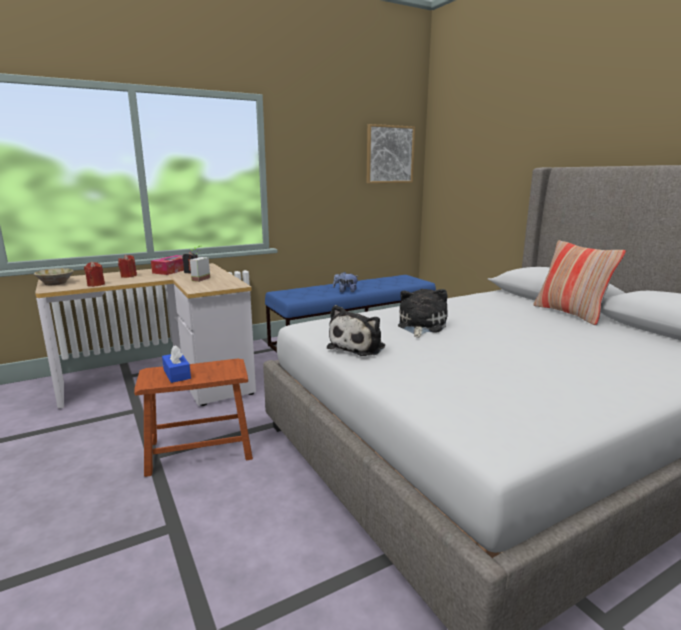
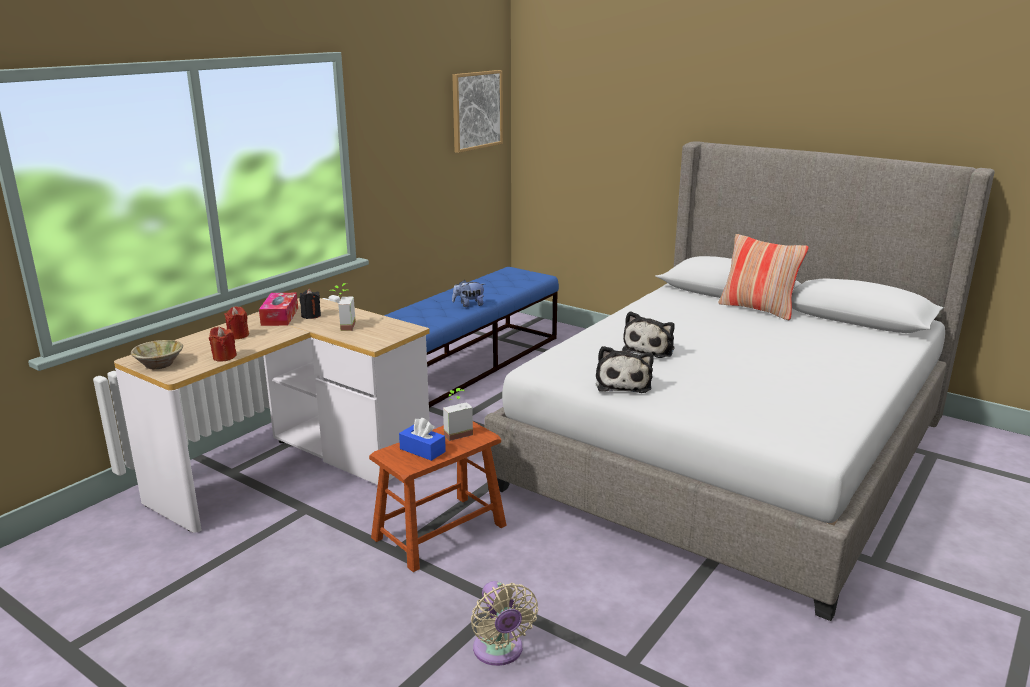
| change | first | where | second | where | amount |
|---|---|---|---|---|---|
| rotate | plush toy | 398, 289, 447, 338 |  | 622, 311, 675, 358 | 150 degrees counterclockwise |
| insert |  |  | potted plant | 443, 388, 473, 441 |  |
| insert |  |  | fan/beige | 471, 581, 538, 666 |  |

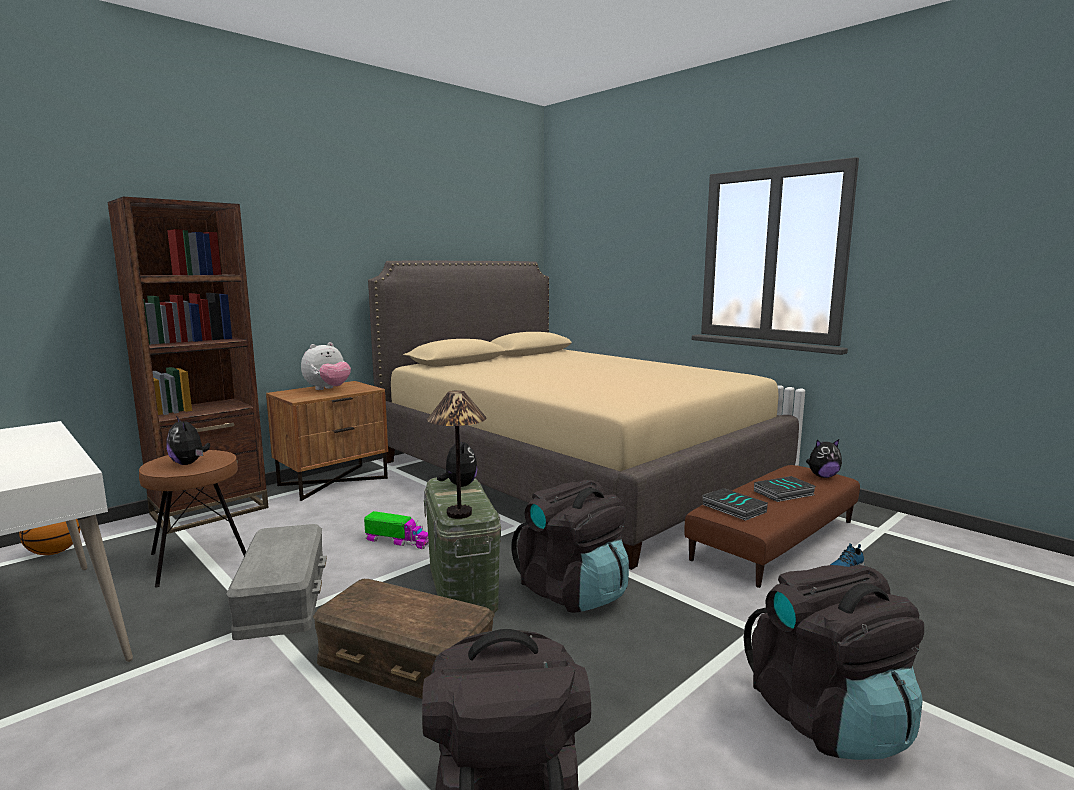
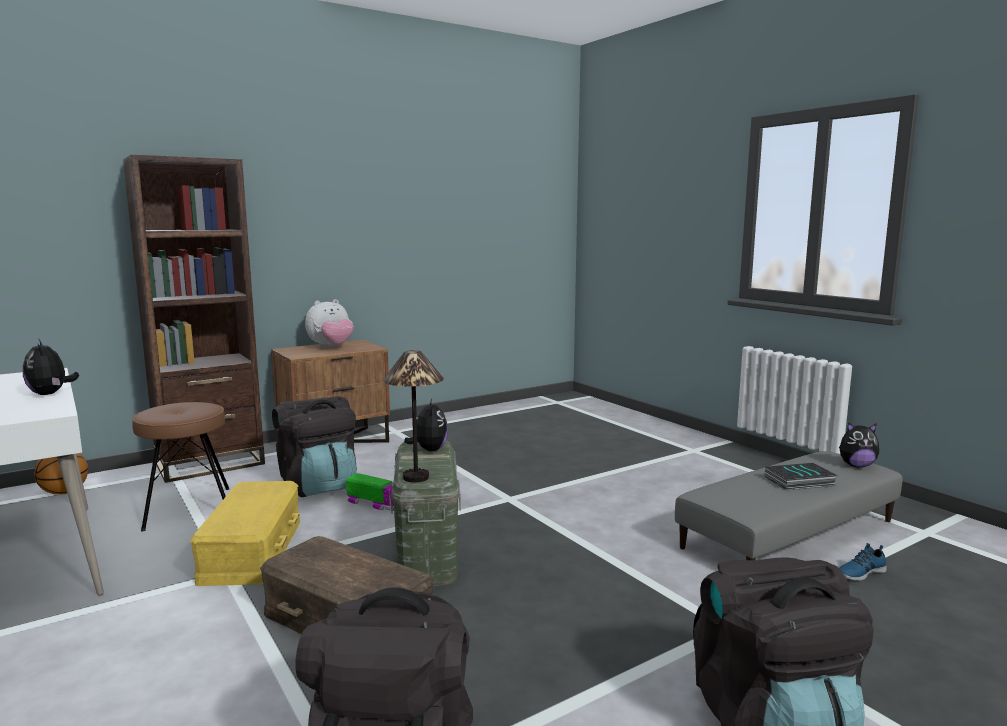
| change | first | where | second | where | amount |
|---|---|---|---|---|---|
| move | plush toy | 166, 416, 210, 465 |  | 23, 340, 79, 395 |  |
| recolor | storage box/grey | 226, 524, 327, 640 | storage box/yellow | 190, 481, 300, 586 |  |
| delete | bed/beige | 368, 260, 799, 570 |  |  |  |
| move | backpack/black | 511, 480, 629, 613 |  | 272, 396, 357, 497 |  |
| recolor | ottoman/brown | 684, 465, 860, 588 | ottoman/grey | 675, 451, 903, 560 |  |
| delete | book | 702, 488, 768, 521 |  |  |  |

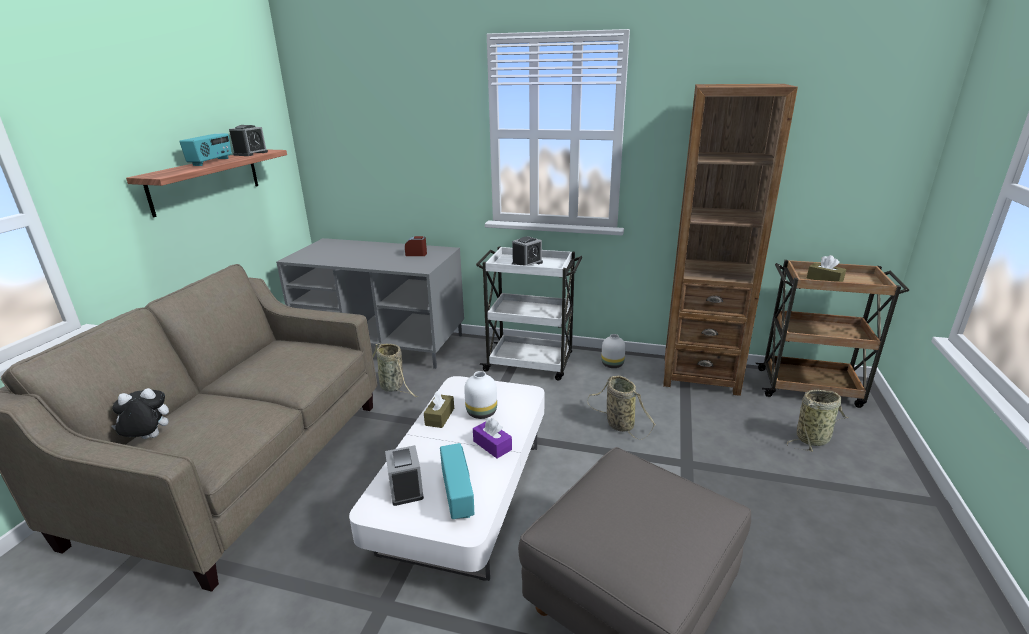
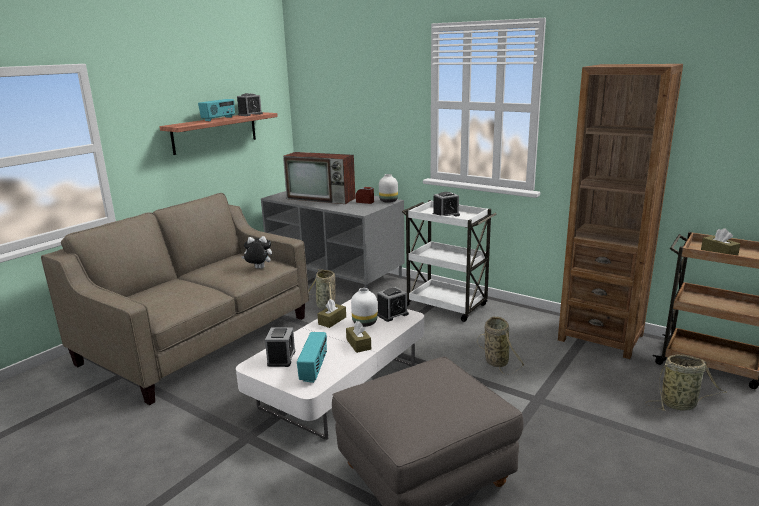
| change | first | where | second | where | amount |
|---|---|---|---|---|---|
| move | plush toy | 112, 388, 169, 439 |  | 241, 236, 272, 269 |  |
| recolor | tissue box/purple | 473, 418, 512, 458 | tissue box/brown | 346, 321, 371, 353 |  |
| move | vase/white | 601, 334, 626, 368 |  | 379, 174, 398, 203 |  |
| insert |  |  | television | 283, 152, 356, 204 |  |
| insert |  |  | alarm clock | 377, 287, 409, 322 |  |

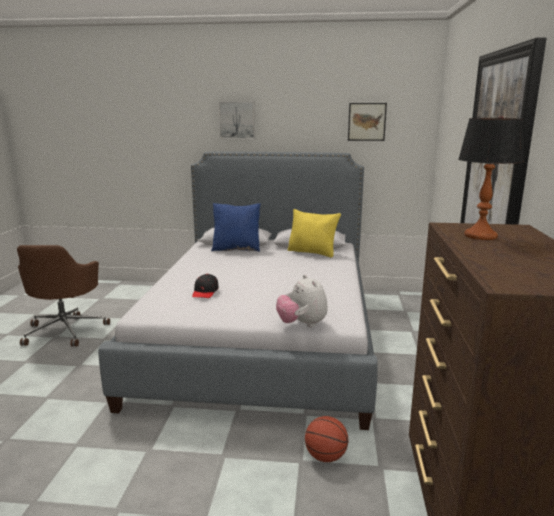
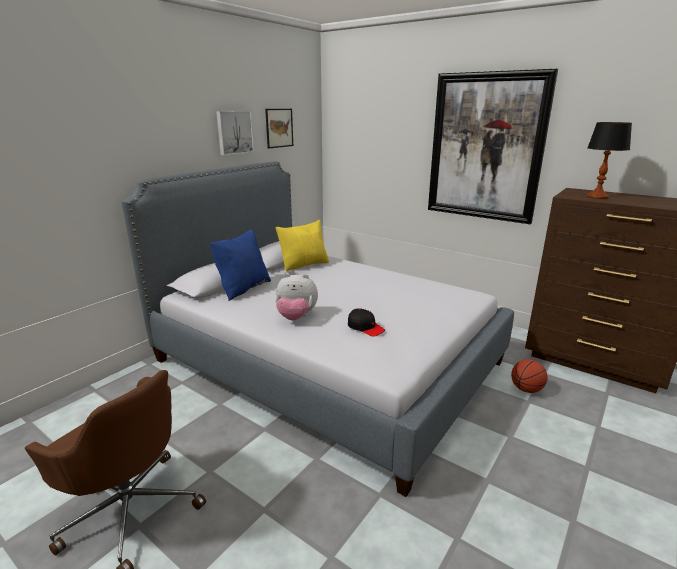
| change | first | where | second | where | amount |
|---|---|---|---|---|---|
| move | picture | 218, 102, 255, 139 |  | 216, 111, 254, 156 |  |
| move | plush toy | 276, 274, 328, 327 |  | 276, 273, 318, 320 |  |

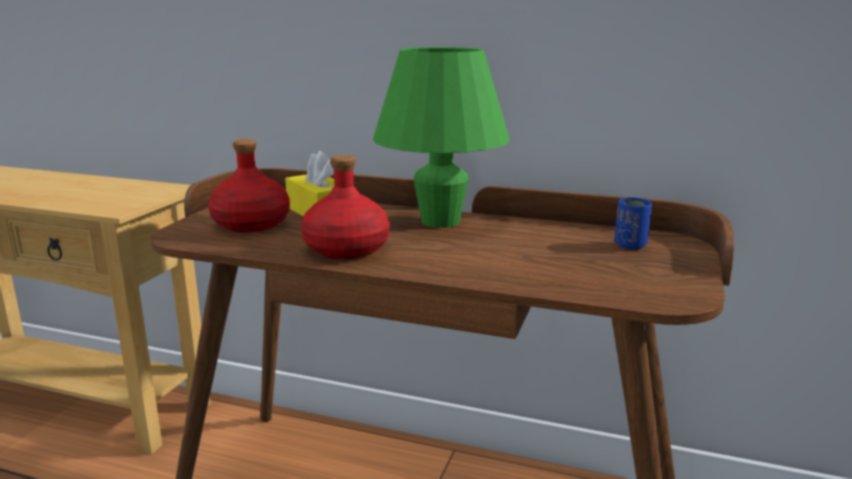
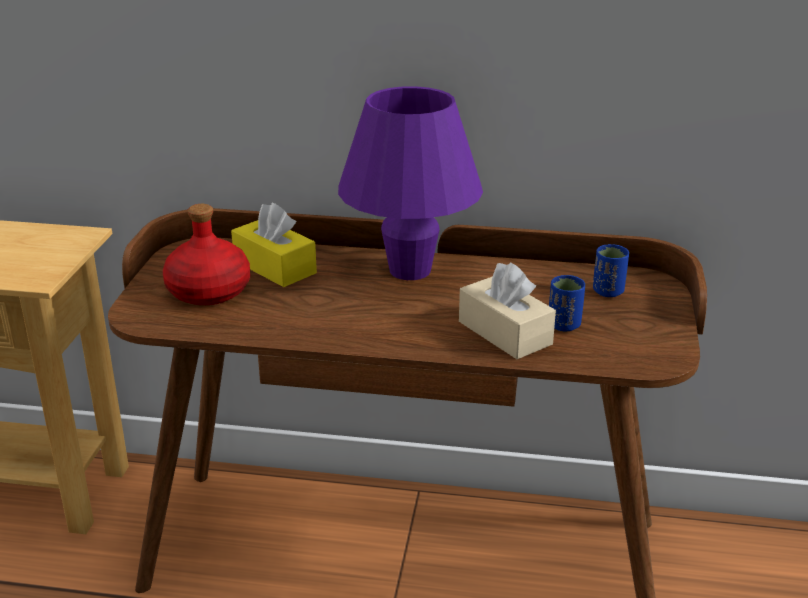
| change | first | where | second | where | amount |
|---|---|---|---|---|---|
| delete | bottle/red | 301, 155, 390, 259 |  |  |  |
| recolor | table lamp/green | 373, 47, 509, 228 | table lamp/purple | 338, 86, 483, 280 |  |
| insert |  |  | tissue box/beige | 459, 263, 556, 359 |  |
| insert |  |  | cup/blue | 549, 275, 585, 331 |  |

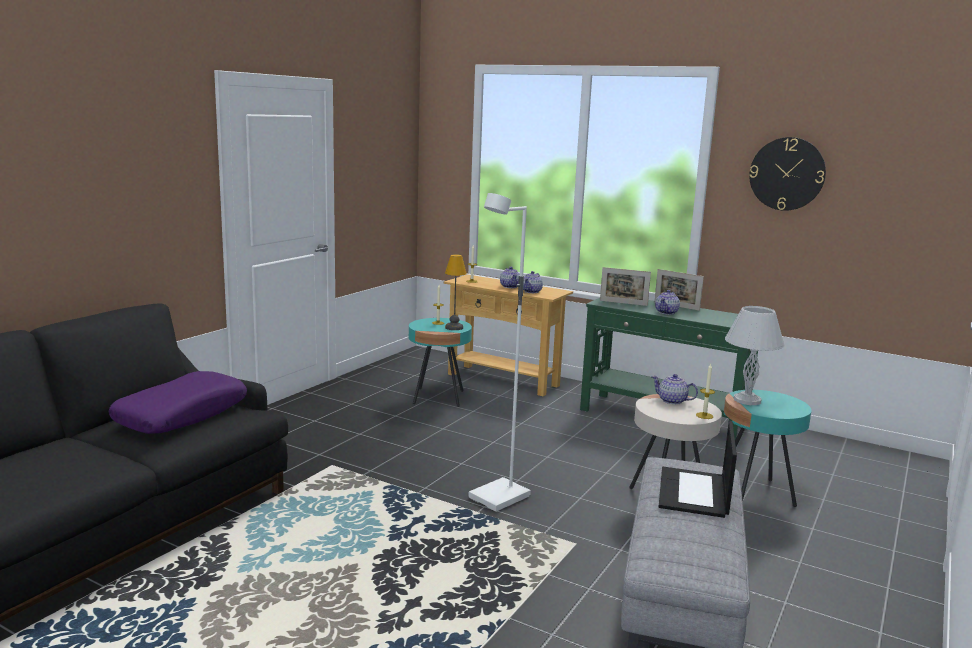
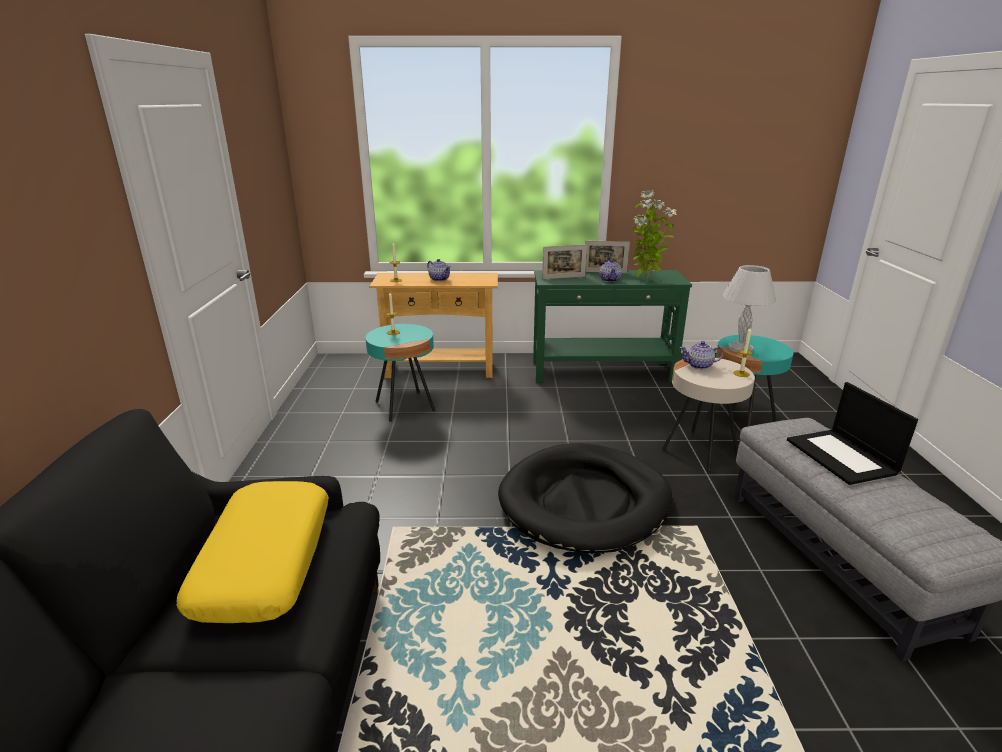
| change | first | where | second | where | amount |
|---|---|---|---|---|---|
| recolor | pillow/purple | 109, 371, 247, 434 | pillow/yellow | 176, 481, 329, 623 |  |
| delete | table lamp | 445, 254, 467, 330 |  |  |  |
| replace | floor lamp/white | 469, 193, 531, 512 | dog bed/black | 498, 443, 672, 553 |  |
| delete | teapot | 523, 271, 543, 293 |  |  |  |
| delete | wall clock | 749, 137, 826, 211 |  |  |  |
| insert |  |  | potted plant | 632, 190, 677, 279 |  |

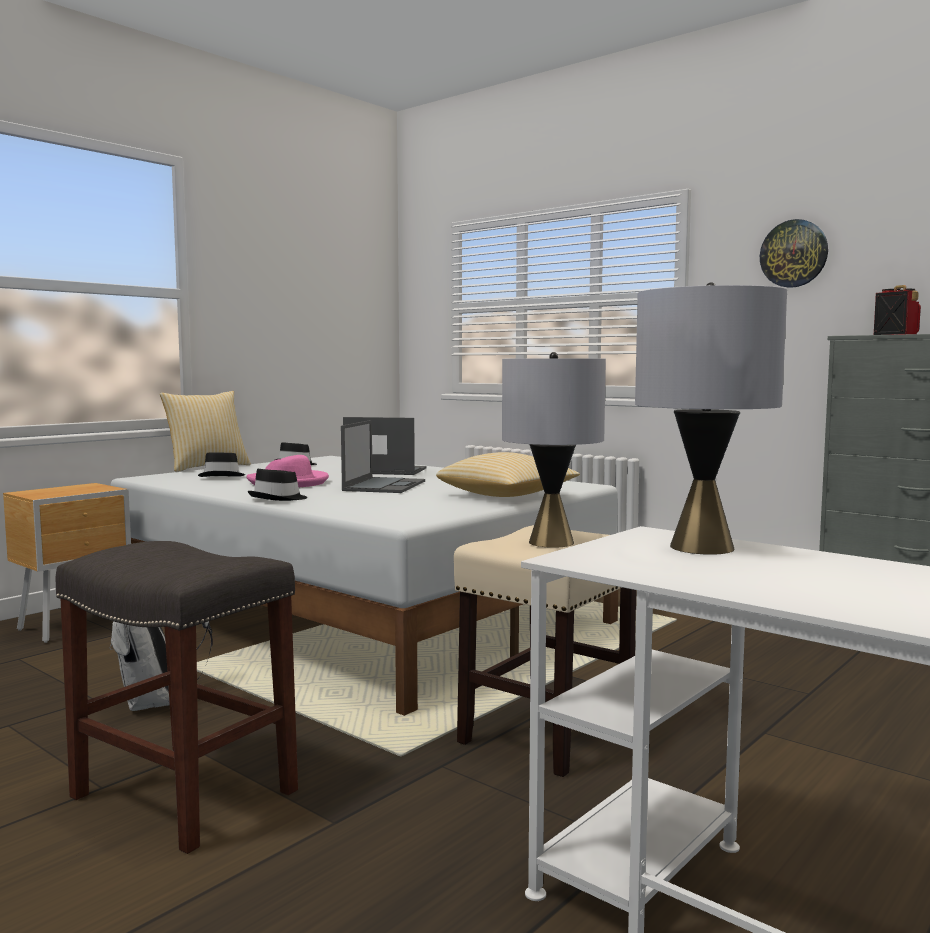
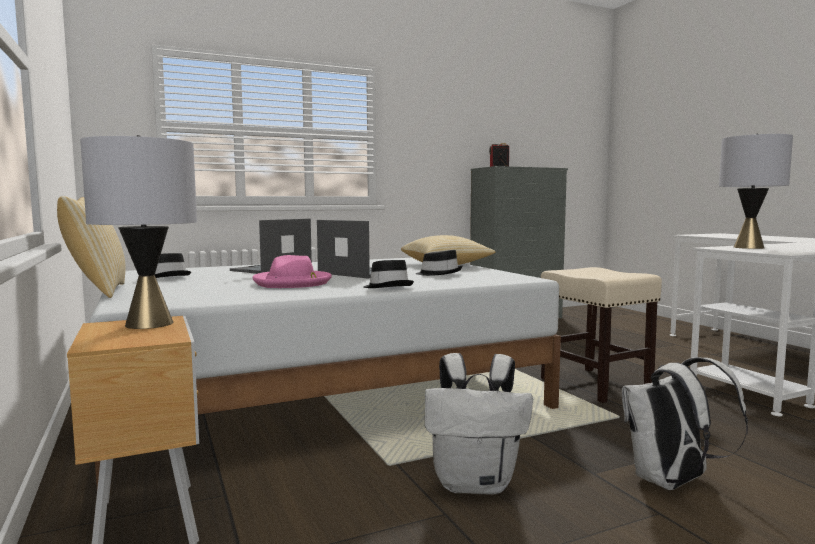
| change | first | where | second | where | amount |
|---|---|---|---|---|---|
| replace | stool/grey | 55, 541, 298, 854 | backpack/white | 622, 357, 748, 490 |  |
| move | hat/black | 198, 452, 245, 477 |  | 415, 250, 463, 276 |  |
| move | table lamp/grey | 502, 352, 606, 548 |  | 80, 135, 197, 329 |  |
| delete | wall clock | 760, 219, 828, 288 |  |  |  |

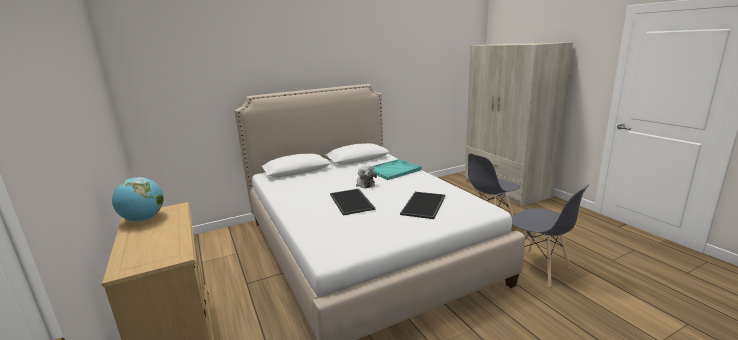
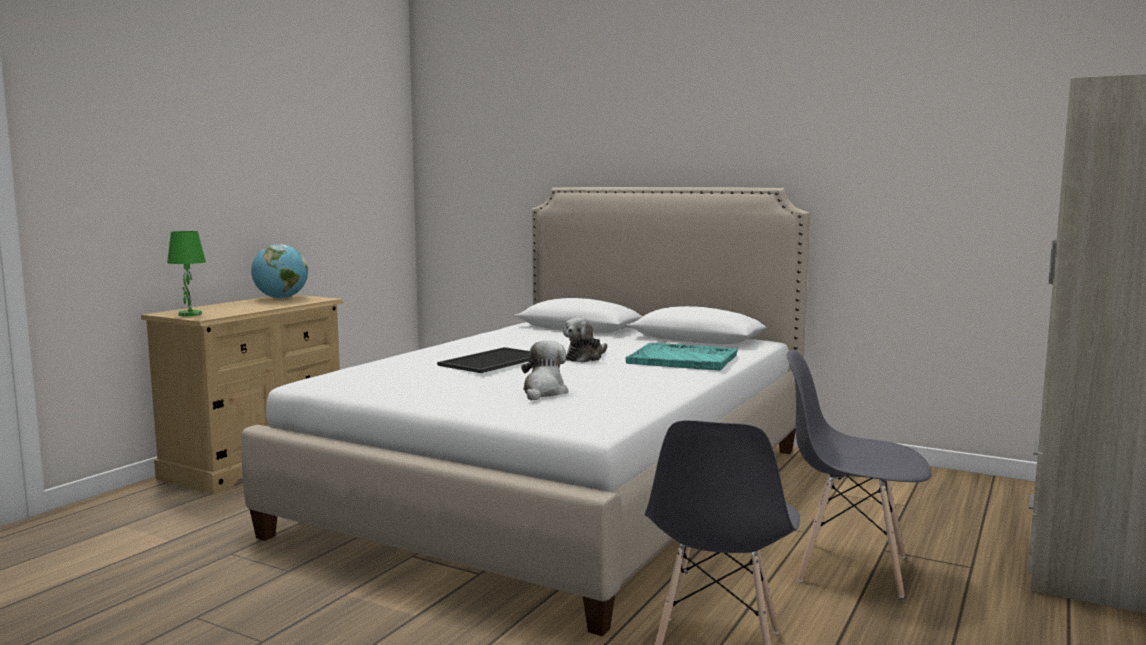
| change | first | where | second | where | amount |
|---|---|---|---|---|---|
| replace | tray | 400, 192, 445, 219 | plush toy | 521, 340, 568, 400 |  |
| insert |  |  | table lamp/green | 167, 231, 206, 316 |  |

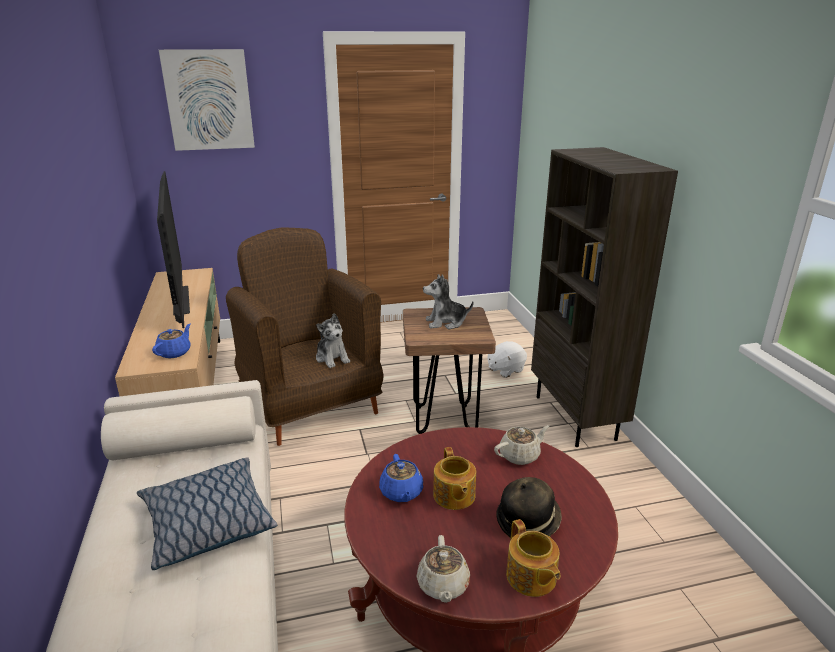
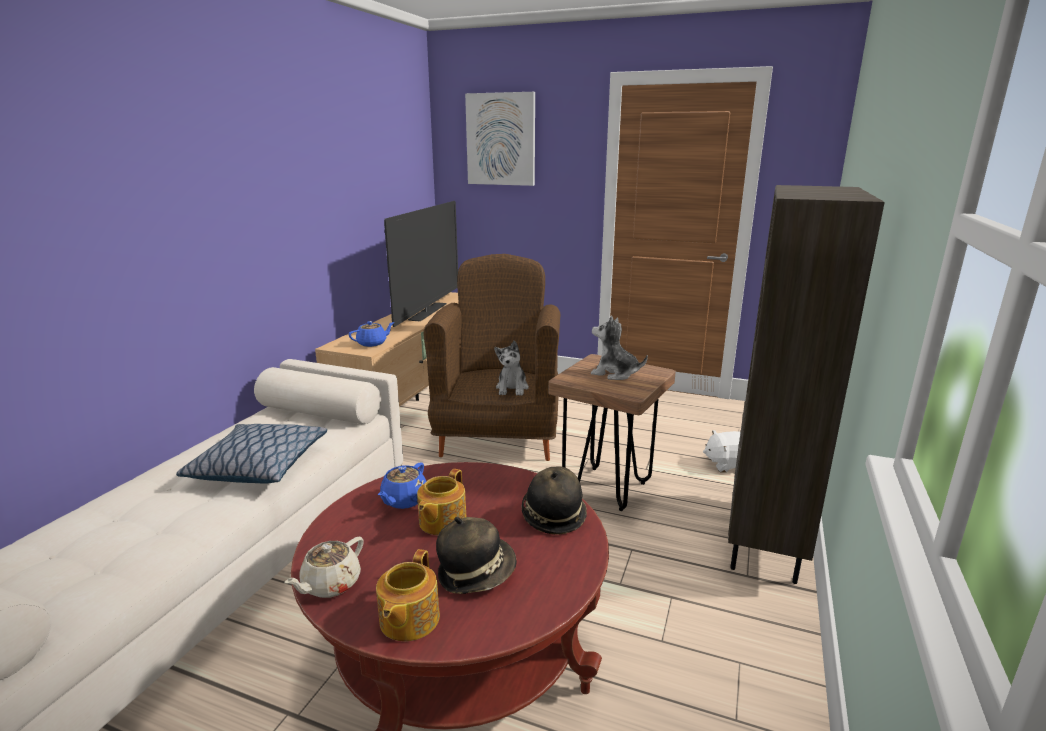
| change | first | where | second | where | amount |
|---|---|---|---|---|---|
| replace | teapot/beige | 494, 425, 549, 465 | hat | 522, 466, 587, 535 |  |

